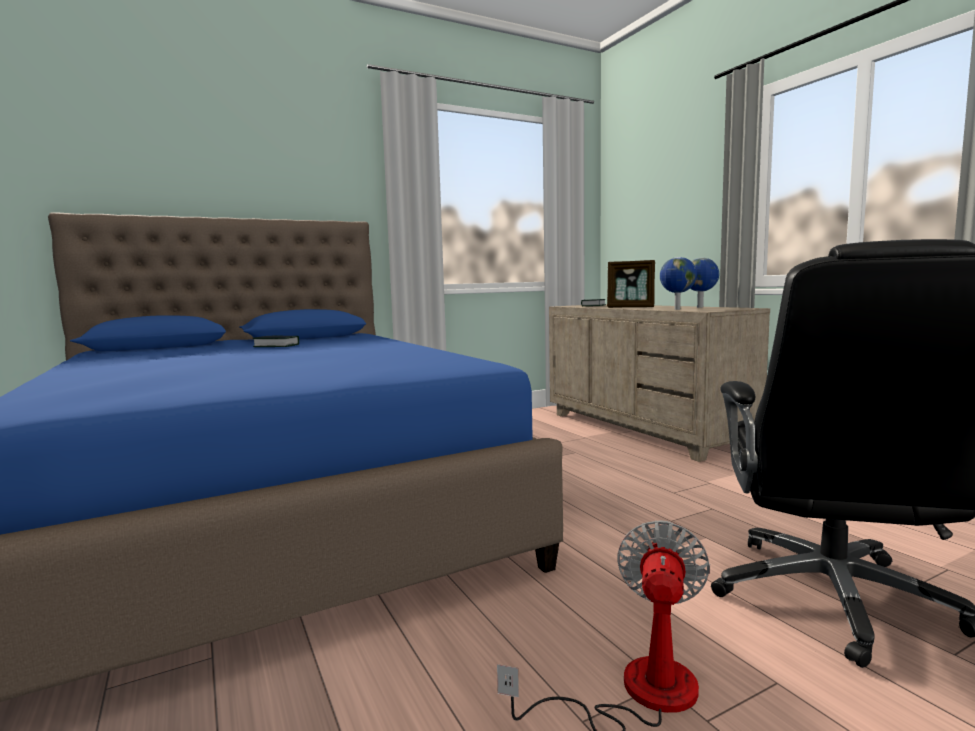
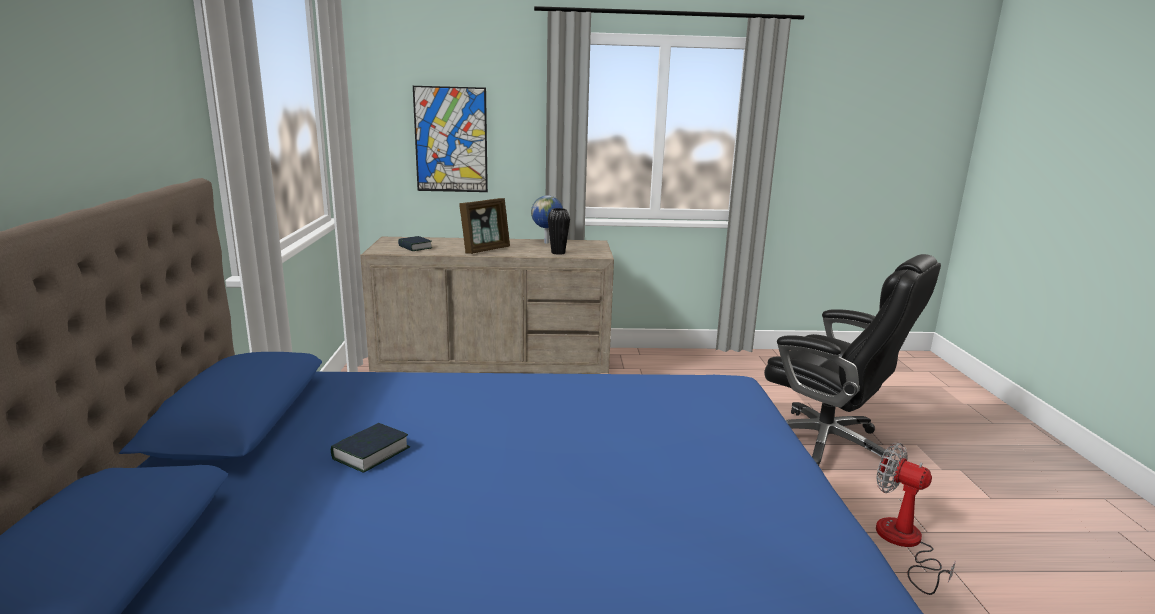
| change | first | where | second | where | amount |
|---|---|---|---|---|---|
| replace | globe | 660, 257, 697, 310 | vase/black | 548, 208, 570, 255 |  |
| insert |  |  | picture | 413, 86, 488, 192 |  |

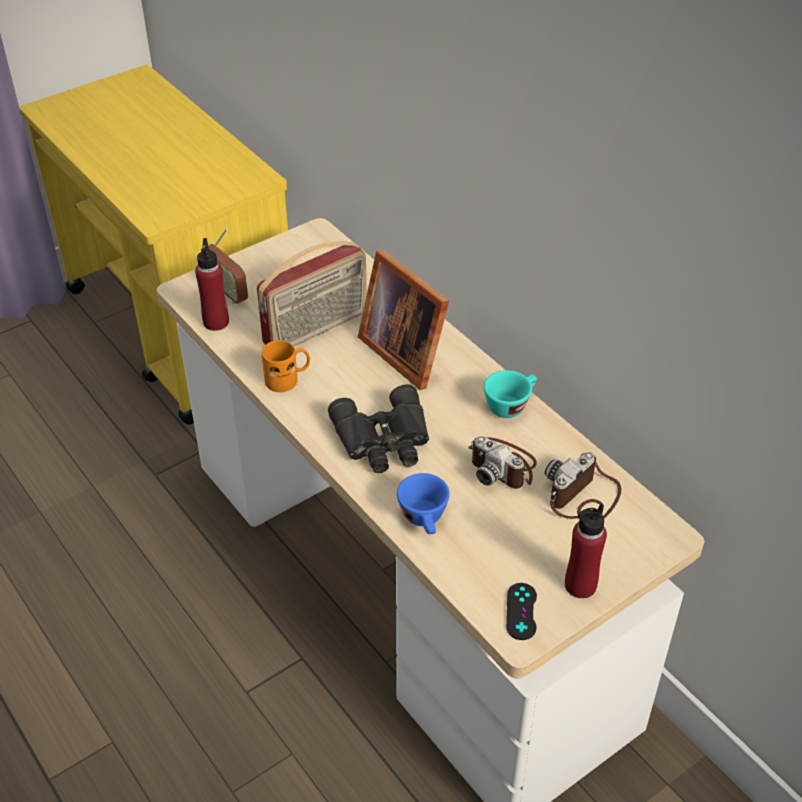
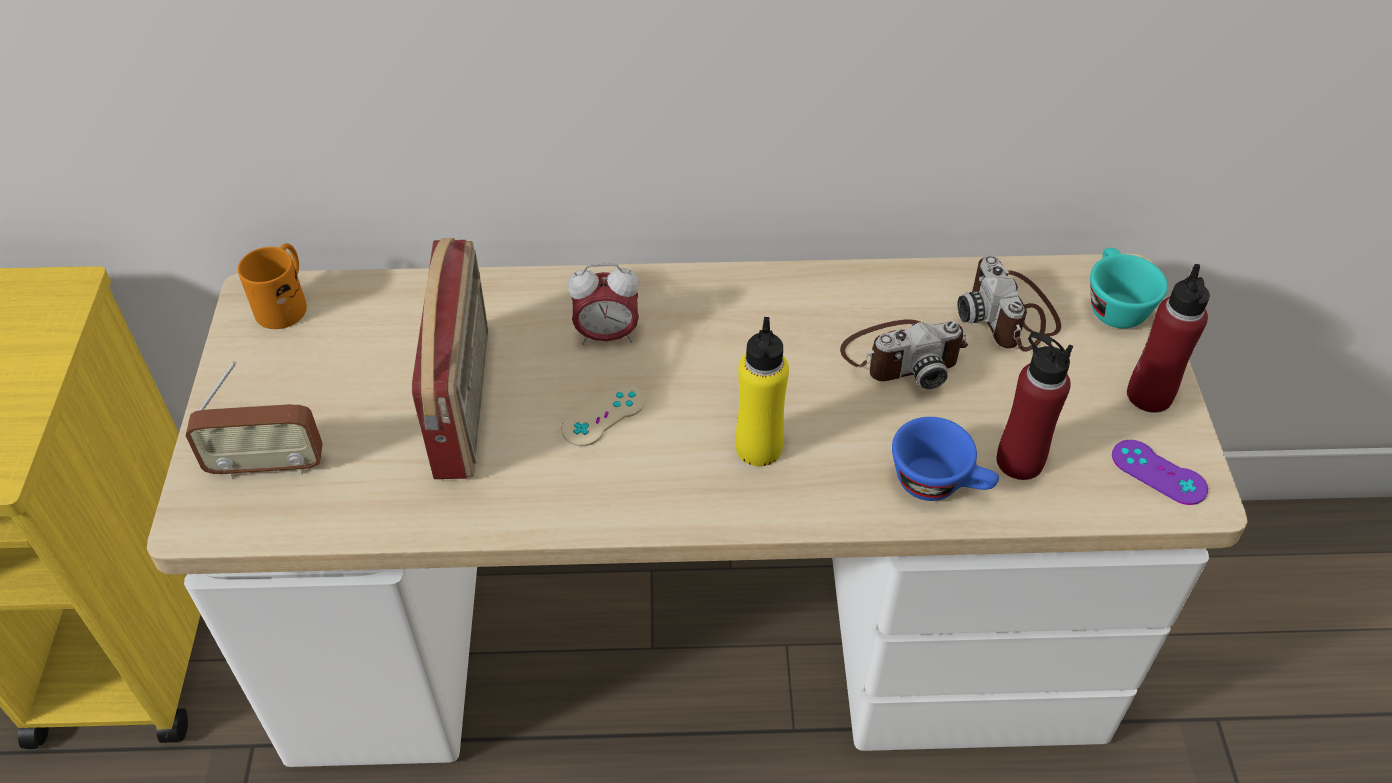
| change | first | where | second | where | amount |
|---|---|---|---|---|---|
| move | bottle/red | 195, 238, 229, 331 |  | 997, 332, 1073, 480 |  |
| move | mug/orange | 262, 340, 310, 392 |  | 238, 243, 307, 329 |  |
| replace | binoculars/black | 328, 385, 429, 473 | bottle/yellow | 735, 317, 789, 466 |  |
| replace | picture frame | 358, 250, 449, 390 | alarm clock | 568, 263, 639, 345 |  |
| move | cup/turquoise | 484, 370, 537, 418 |  | 1090, 248, 1168, 329 |  |
| recolor | game controller/black | 506, 583, 537, 640 | game controller/purple | 1112, 440, 1208, 505 |  |
| insert |  |  | game controller/beige | 561, 384, 645, 446 |  |

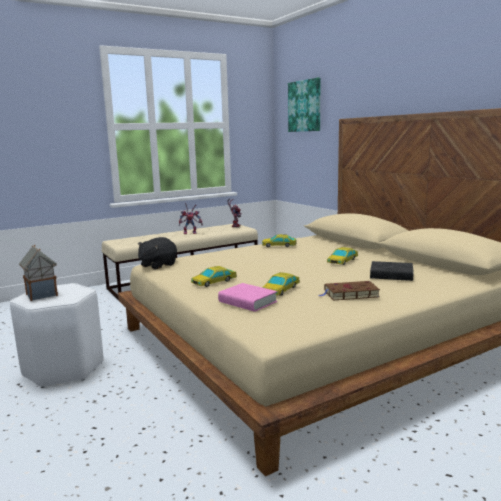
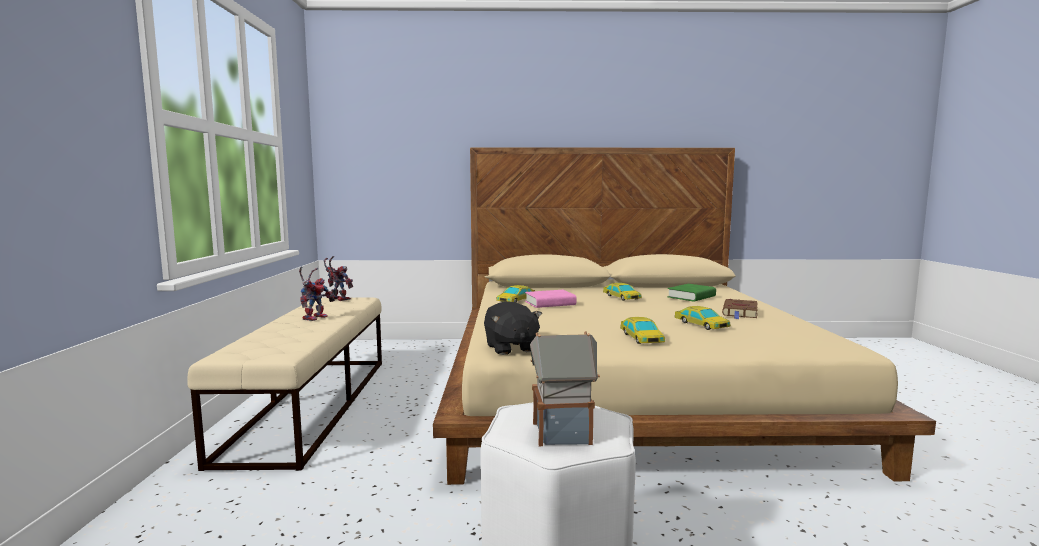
| change | first | where | second | where | amount |
|---|---|---|---|---|---|
| move | book/pink | 218, 283, 277, 312 |  | 525, 290, 576, 308 |  |
| delete | picture | 288, 78, 321, 132 |  |  |  |
| recolor | book/black | 370, 261, 414, 281 | book/green | 668, 284, 716, 302 |  |

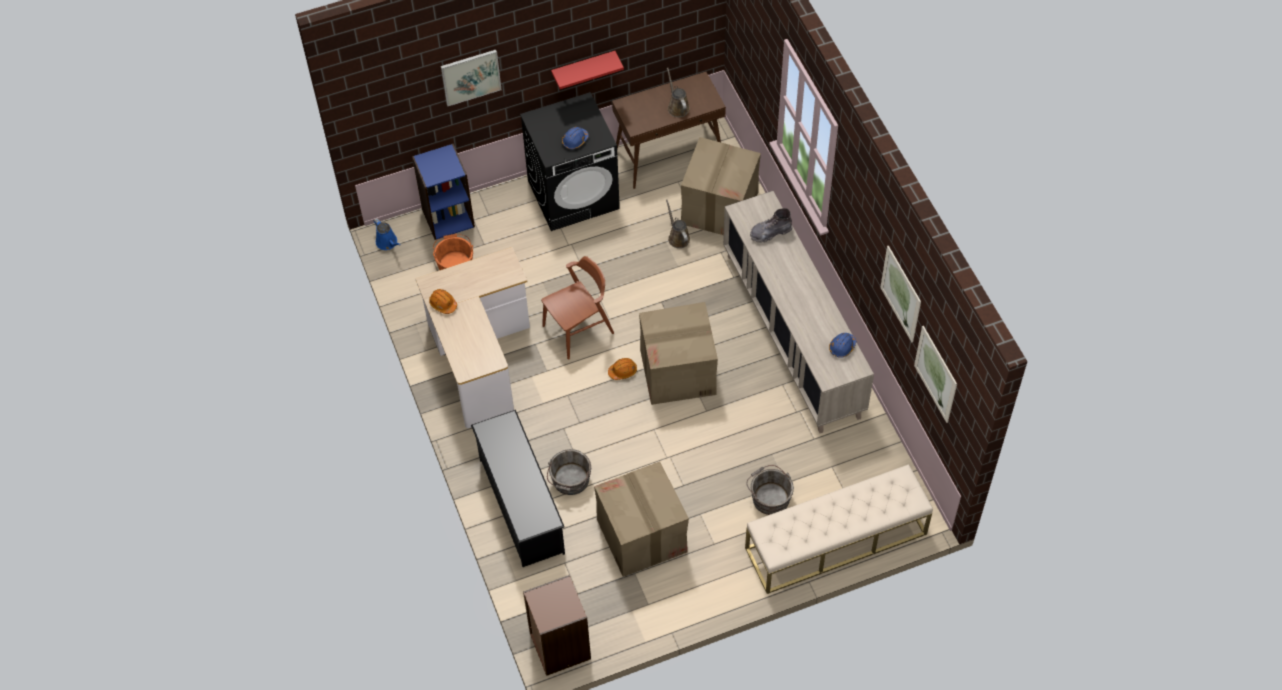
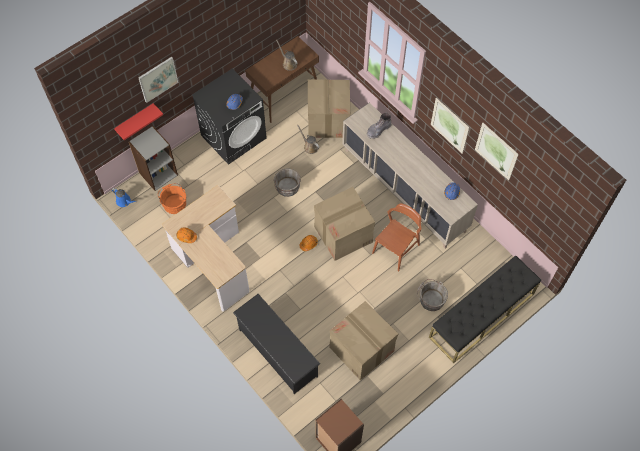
| change | first | where | second | where | amount |
|---|---|---|---|---|---|
| recolor | bookcase/blue | 412, 144, 475, 240 | bookcase/grey | 129, 126, 178, 191 |  |
| move | chair/brown | 541, 256, 614, 359 |  | 372, 203, 421, 272 |  |
| move | bucket/grey | 547, 449, 591, 495 |  | 274, 168, 301, 197 |  |
| move | shelf/red | 551, 51, 624, 89 |  | 114, 103, 163, 140 |  |
| recolor | bench/beige | 745, 464, 933, 594 | bench/black | 429, 255, 541, 363 |  |
| move | picture | 914, 326, 957, 423 |  | 431, 98, 469, 154 |  |

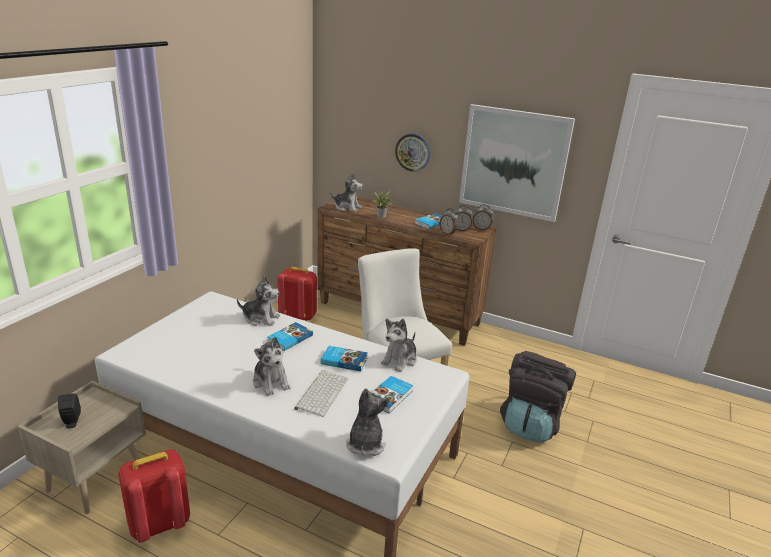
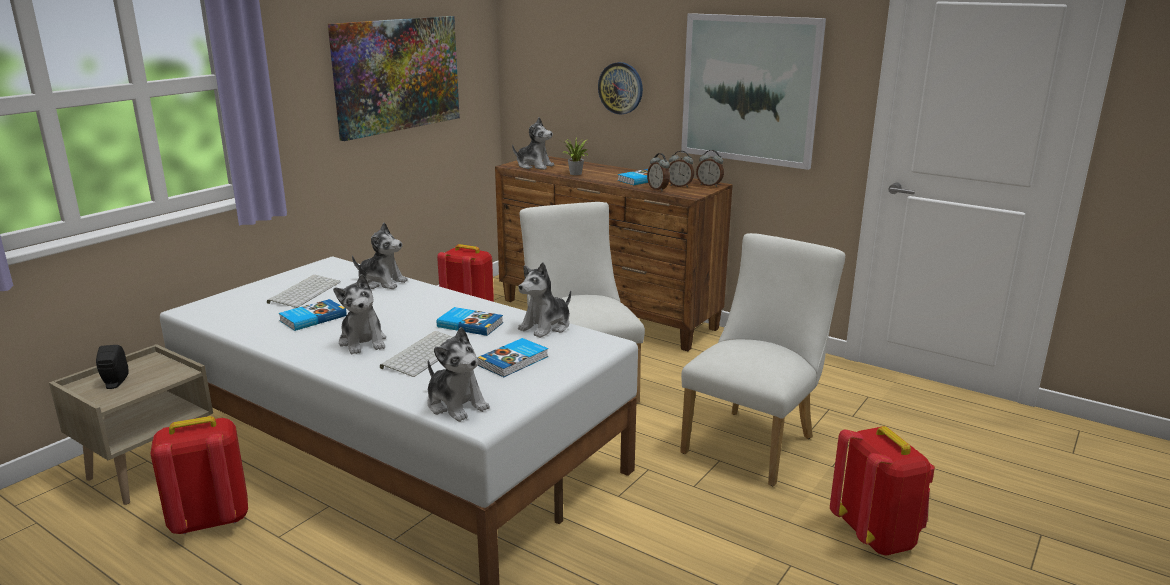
| change | first | where | second | where | amount |
|---|---|---|---|---|---|
| move | book | 267, 322, 313, 351 |  | 279, 299, 347, 331 |  |
| rotate | plush toy | 346, 388, 390, 456 |  | 428, 327, 490, 422 | 120 degrees clockwise |
| replace | backpack/black | 500, 351, 576, 443 | chair/white | 680, 233, 845, 486 |  |
| insert |  |  | keyboard | 267, 275, 341, 308 |  |
| insert |  |  | picture | 328, 16, 460, 141 |  |
| insert |  |  | backpack/red | 830, 426, 935, 556 |  |

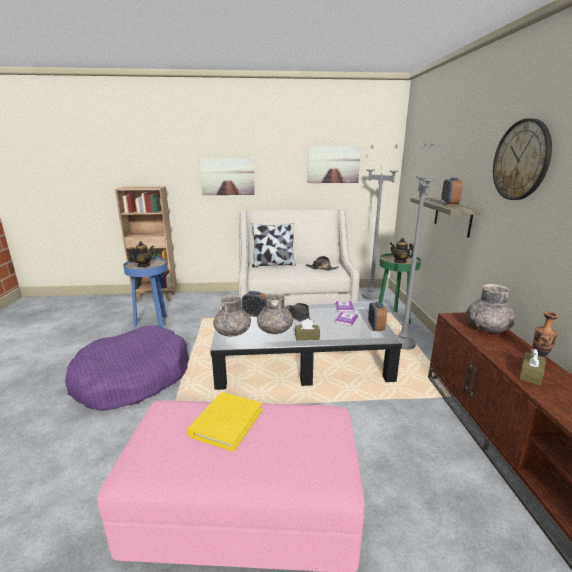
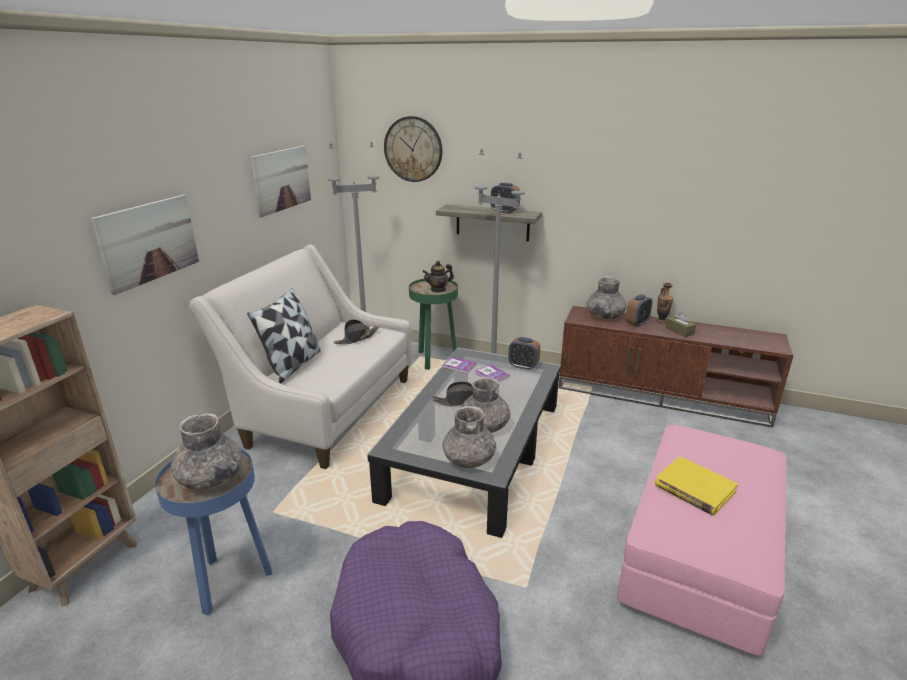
| change | first | where | second | where | amount |
|---|---|---|---|---|---|
| replace | teapot | 129, 241, 154, 267 | vase/grey | 171, 413, 242, 490 |  |
| move | alarm clock | 242, 291, 265, 317 |  | 626, 294, 652, 327 |  |
| delete | tissue box/brown | 295, 319, 320, 340 |  |  |  |
| move | wall clock | 493, 118, 552, 200 |  | 384, 116, 442, 182 |  |

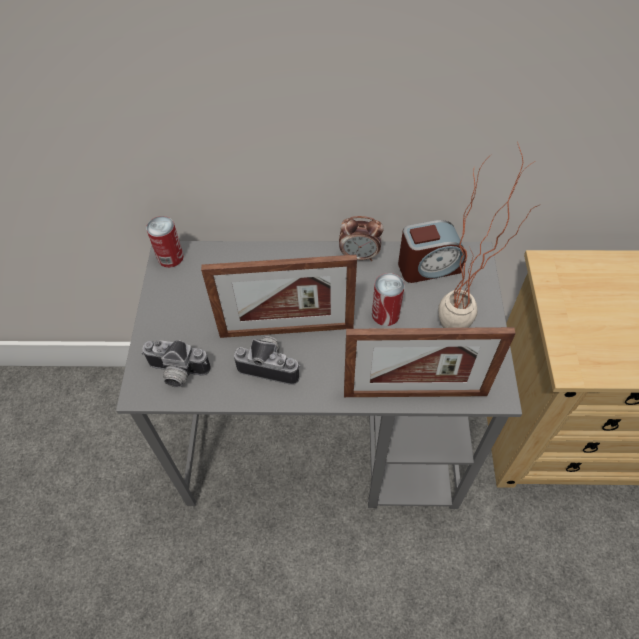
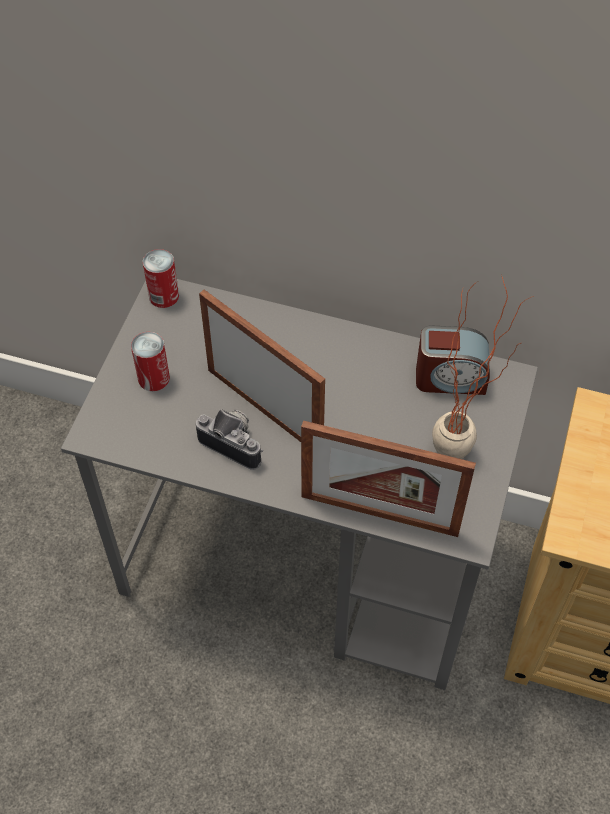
| change | first | where | second | where | amount |
|---|---|---|---|---|---|
| delete | photo camera | 141, 340, 211, 388 |  |  |  |
| rotate | picture frame | 201, 255, 357, 338 |  | 199, 290, 325, 442 | 150 degrees counterclockwise |
| delete | alarm clock | 339, 216, 384, 261 |  |  |  |
| move | can | 372, 273, 405, 326 |  | 131, 332, 170, 391 |  |

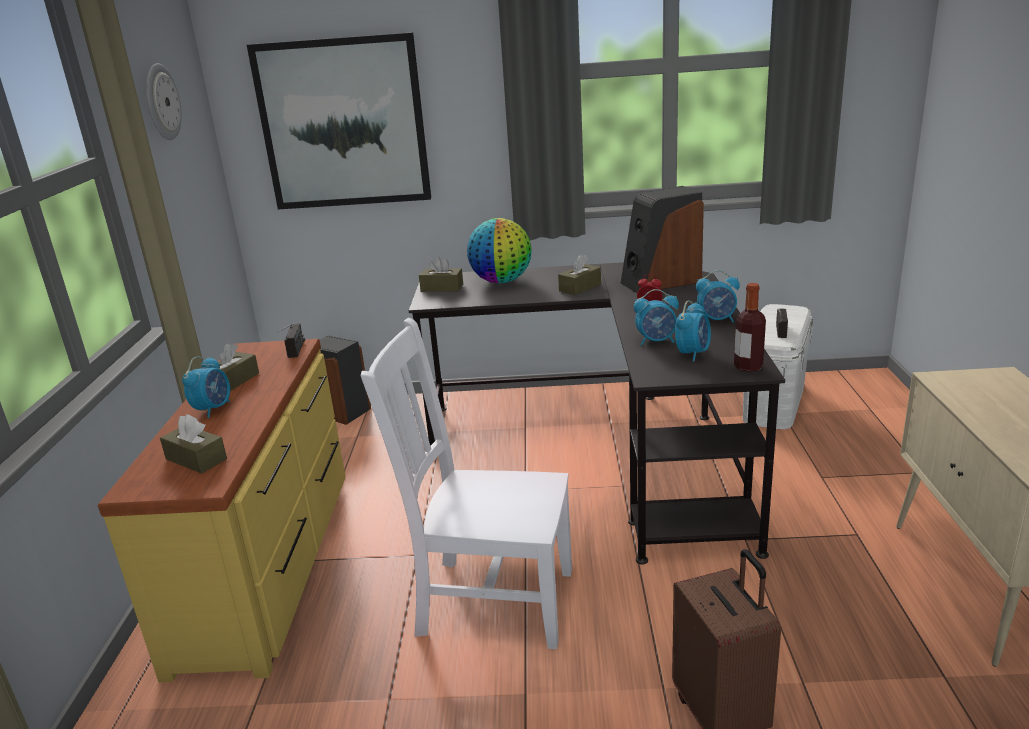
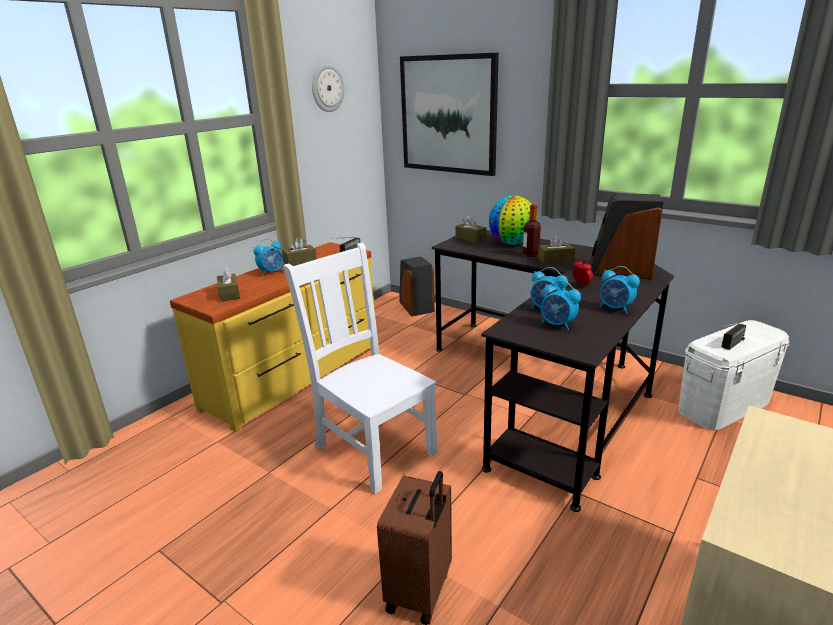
| change | first | where | second | where | amount |
|---|---|---|---|---|---|
| rotate | alarm clock | 675, 300, 711, 362 |  | 541, 280, 581, 331 | 60 degrees clockwise |
| move | bottle | 734, 283, 766, 372 |  | 523, 204, 541, 257 |  |

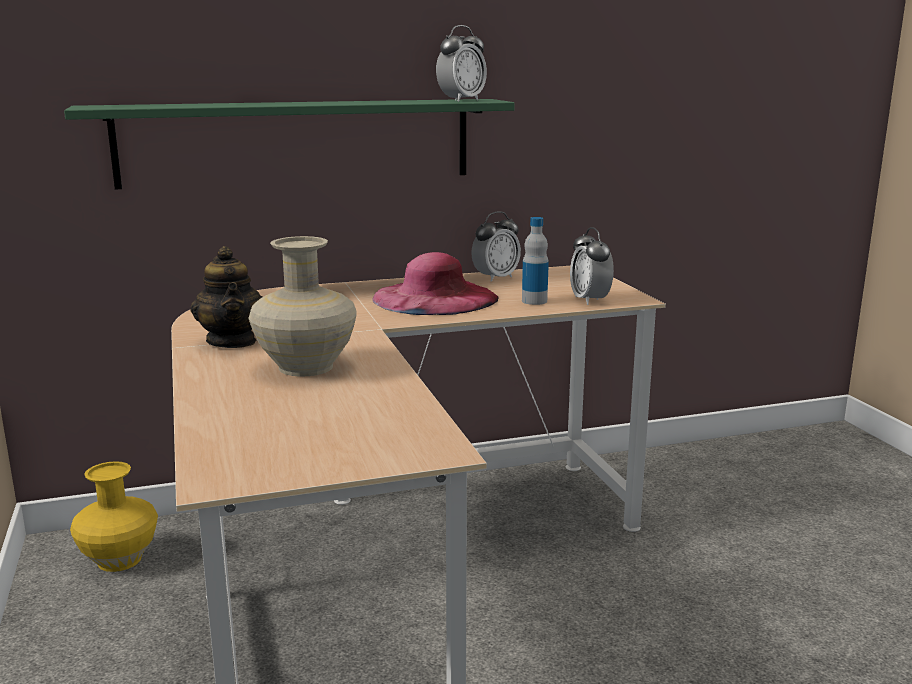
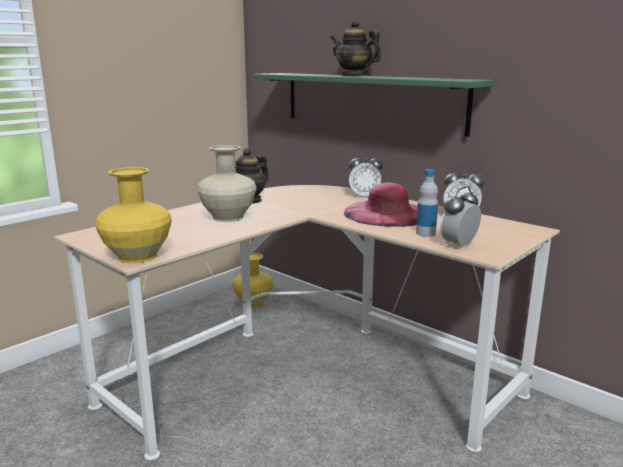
| change | first | where | second | where | amount |
|---|---|---|---|---|---|
| move | alarm clock | 436, 25, 487, 102 |  | 349, 152, 383, 197 |  |
| insert |  |  | vase/yellow | 95, 167, 172, 263 |  |
| insert |  |  | teapot | 330, 20, 381, 76 |  |

